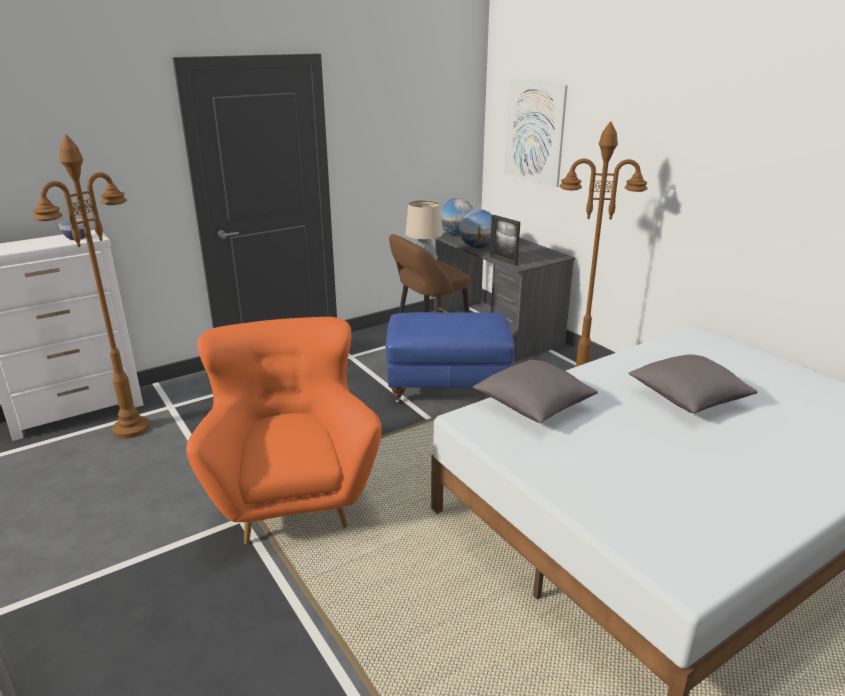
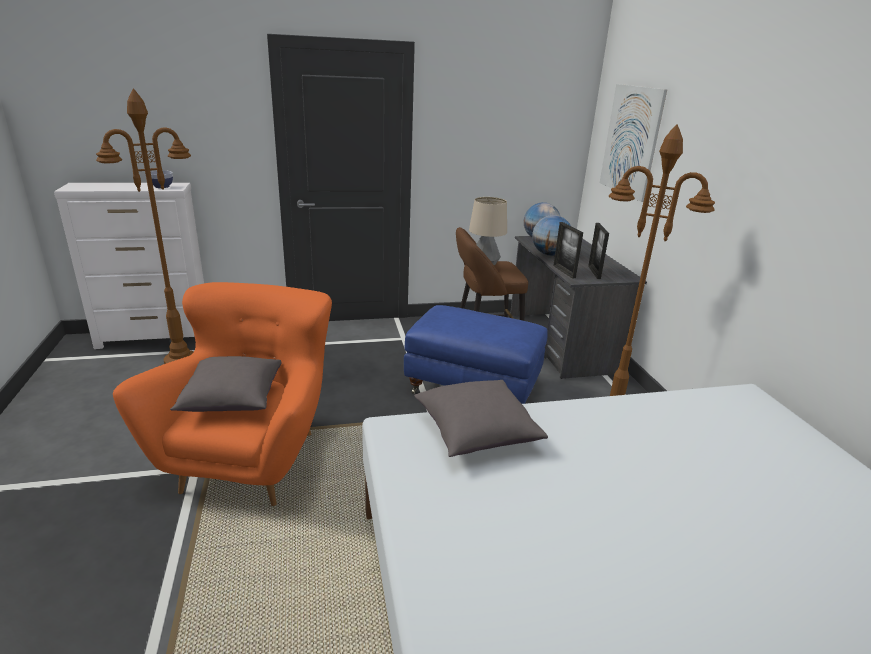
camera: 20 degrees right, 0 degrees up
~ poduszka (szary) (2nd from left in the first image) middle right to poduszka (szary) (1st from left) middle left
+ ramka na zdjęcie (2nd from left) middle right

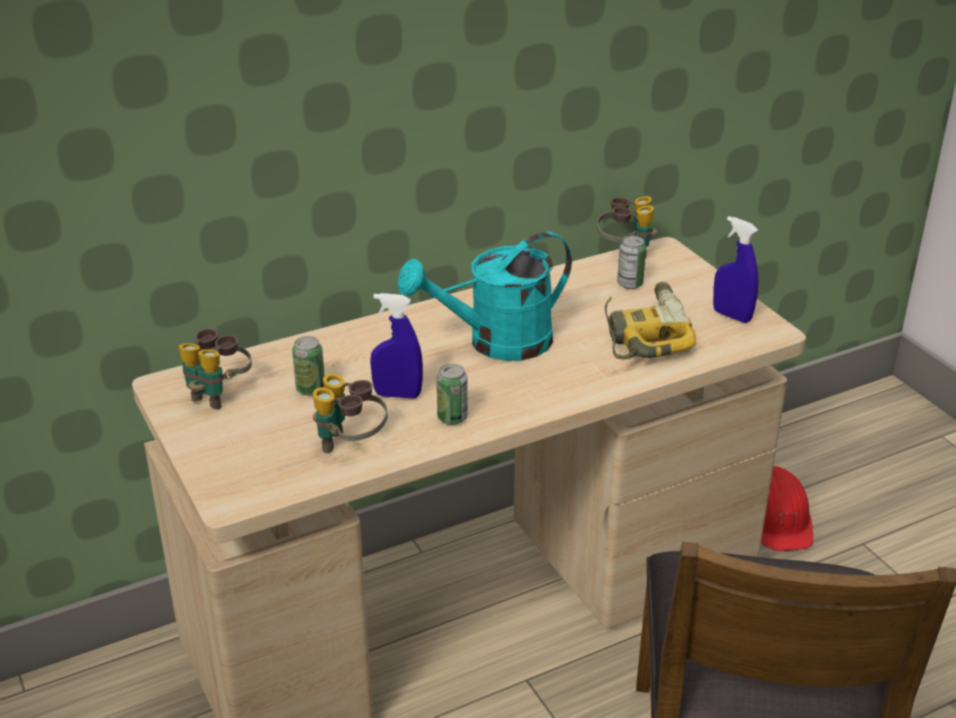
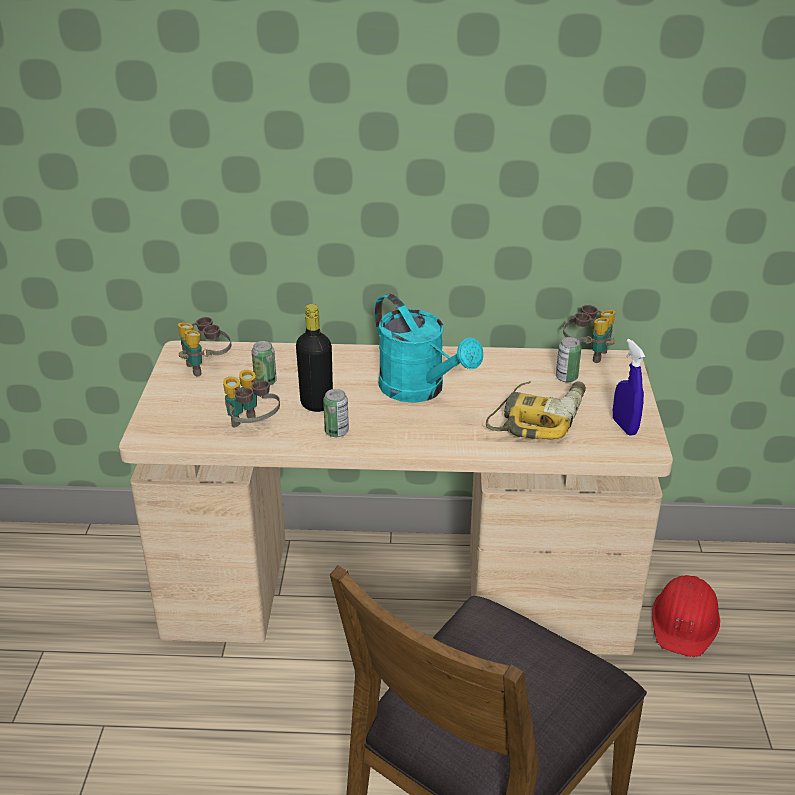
camera: 30 degrees right, 0 degrees up
~ spryskiwacz (niebieski) (1st from left) centre to butelka (czarny) centre
~ konewka (turkusowy) centre = centre 135 degrees counterclockwise

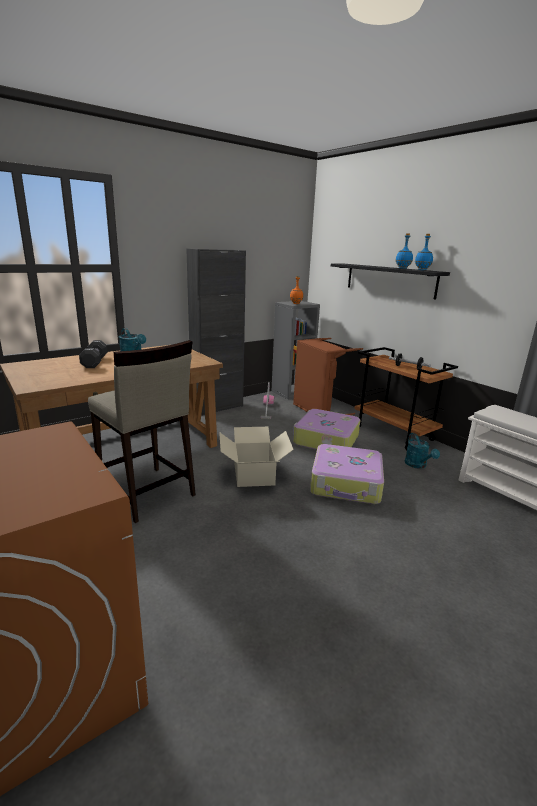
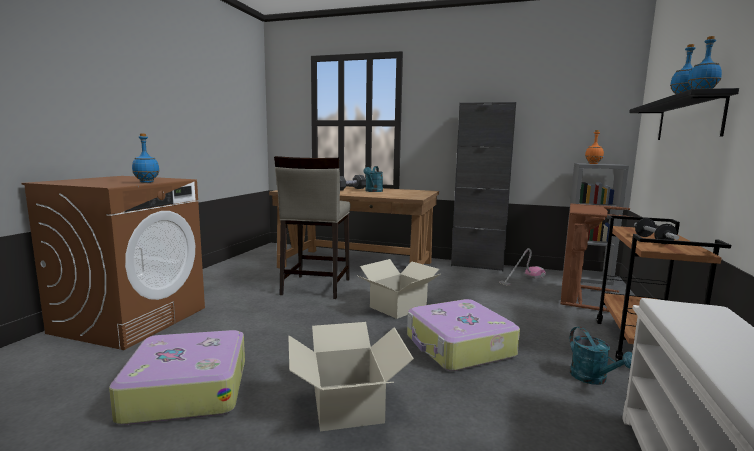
camera: 55 degrees right, 10 degrees down
~ walizka (1st from left) centre to bottom left
~ konewka (turkusowy) (2nd from left) middle right = bottom right 60 degrees counterclockwise
+ butelka (niebieski) (1st from left) middle left
+ karton (1st from left) bottom centre

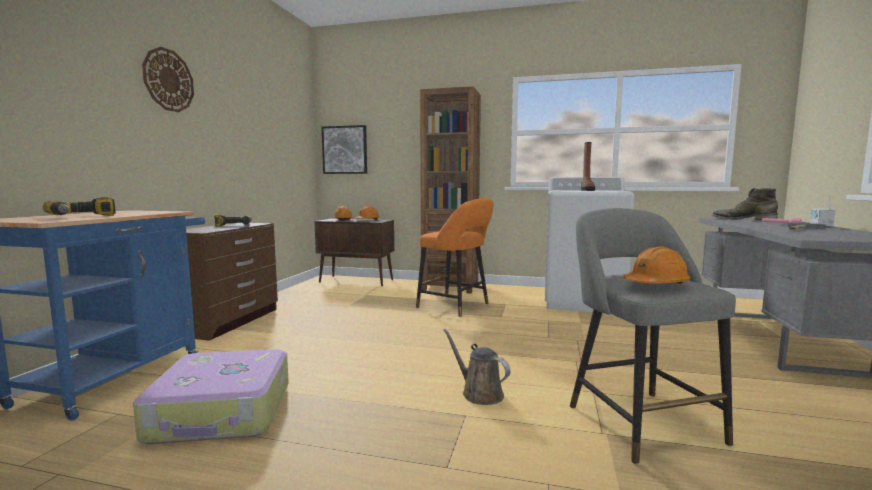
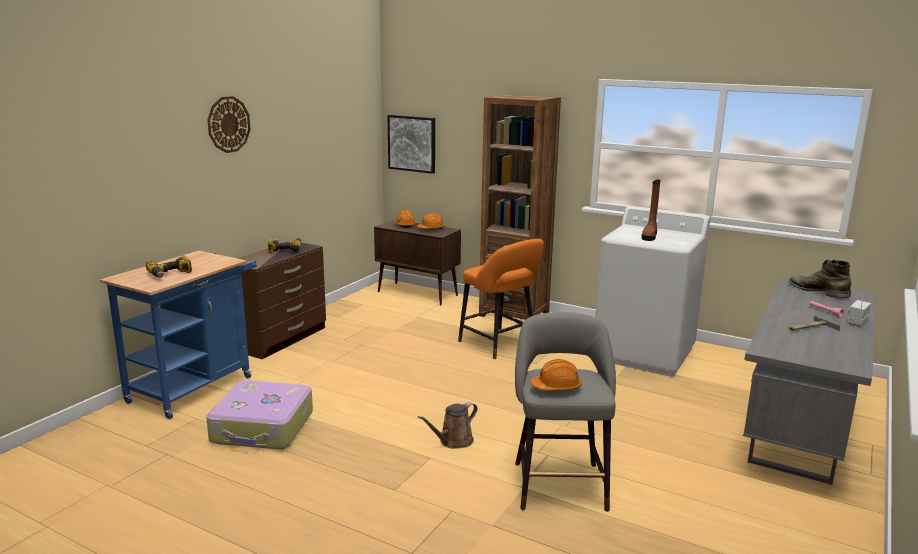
camera: 15 degrees right, 10 degrees up
~ konewka (brązowy) bottom centre = bottom centre 105 degrees counterclockwise

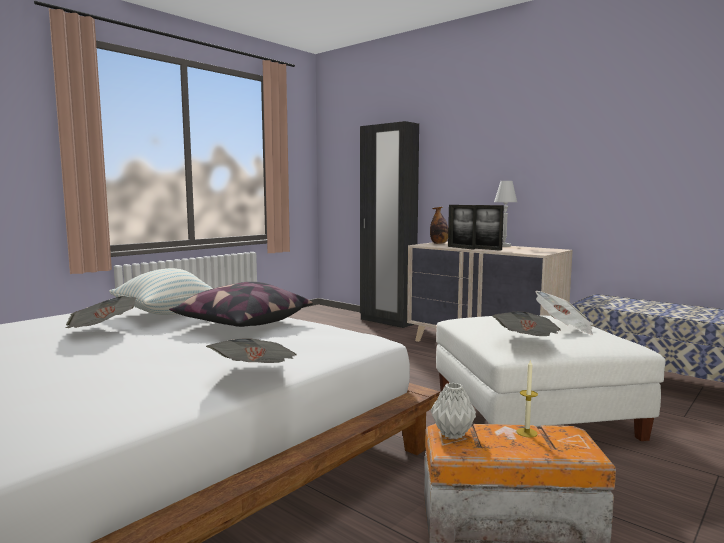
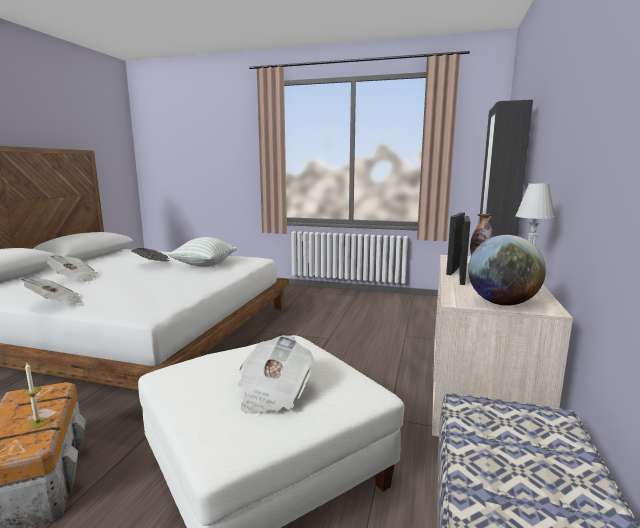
camera: 65 degrees right, 5 degrees up
- poduszka (2nd from left) middle left
- wazon (szary) bottom centre
~ gazeta (3rd from left in the first image) middle right to gazeta (2nd from left) middle left
+ globus middle right

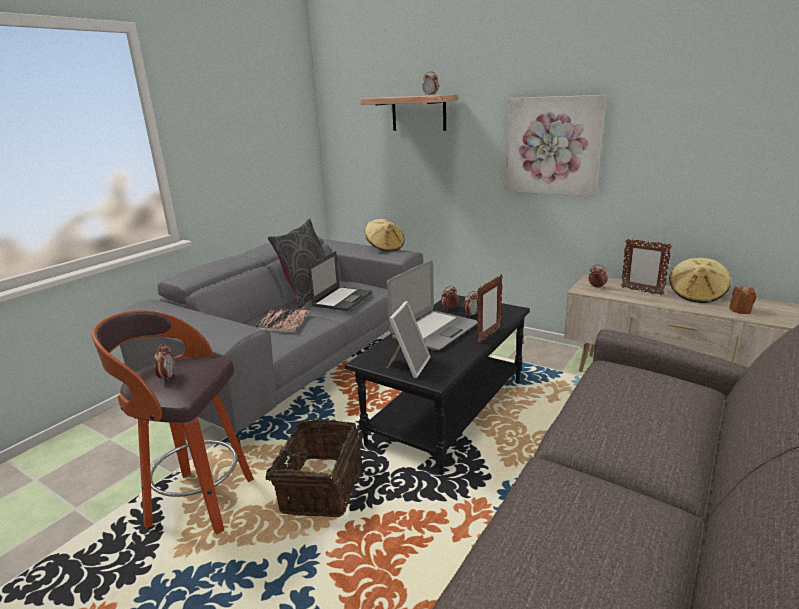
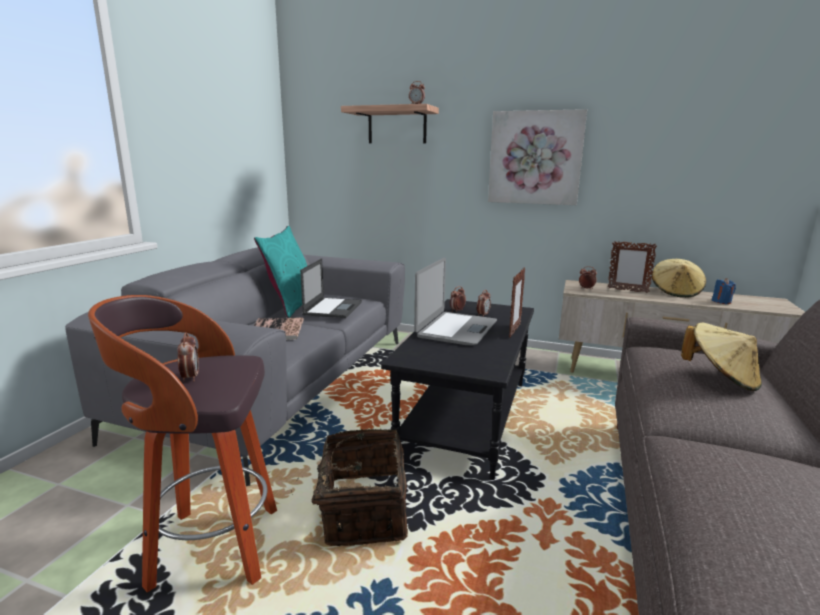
camera: 15 degrees left, 5 degrees down
~ poduszka (szary) centre to poduszka (turkusowy) centre
~ kapelusz (beżowy) (1st from left in the first image) centre to kapelusz (beżowy) (2nd from left) middle right
- ramka na zdjęcie (1st from left) centre
~ świeca (brązowy) middle right to świeca (niebieski) middle right

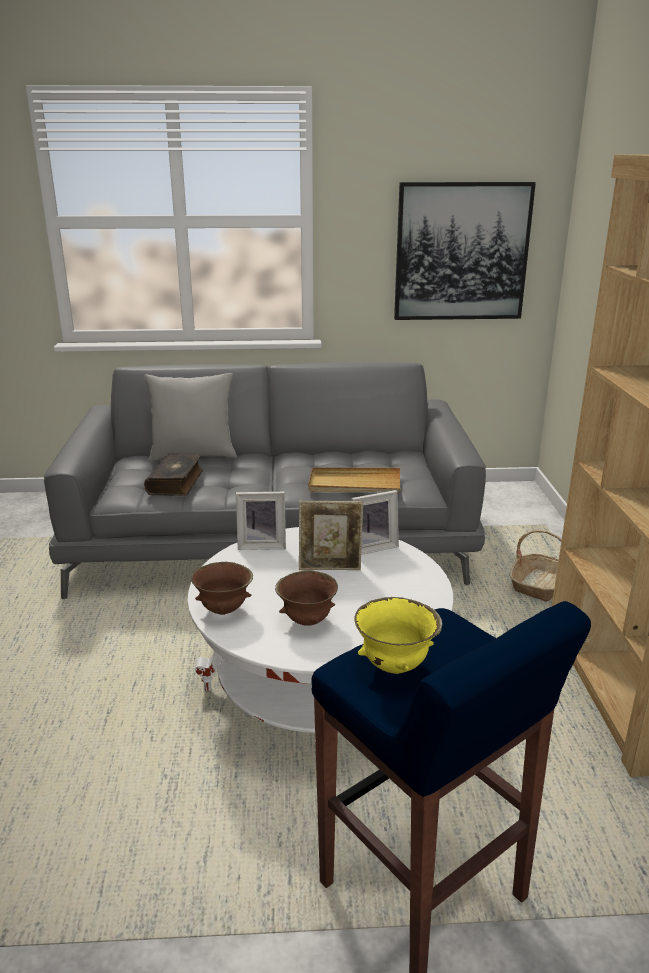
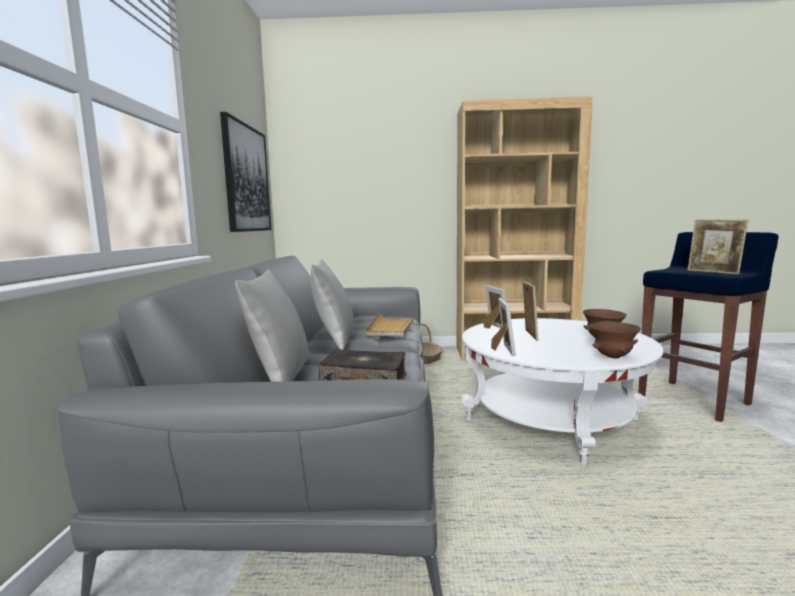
camera: 85 degrees left, 15 degrees down
~ miska (żółty) centre to ramka na zdjęcie (4th from left) middle right
+ poduszka (szary) (2nd from left) centre

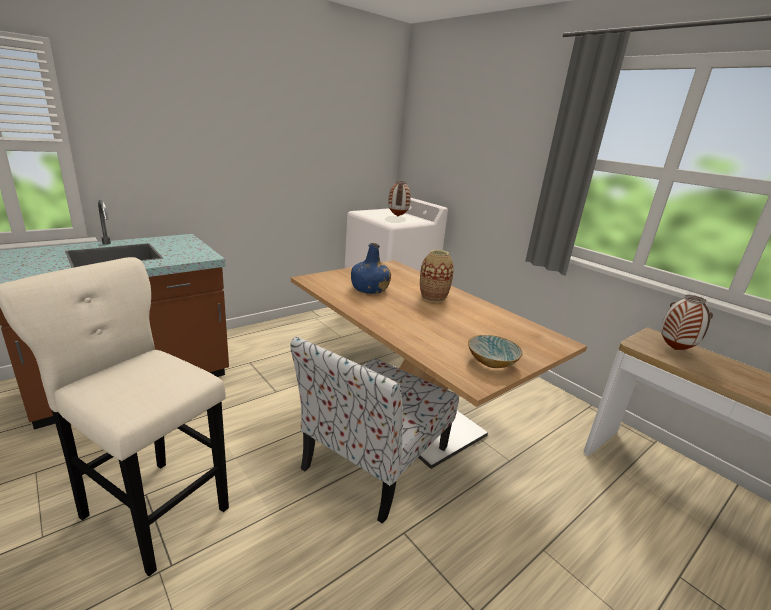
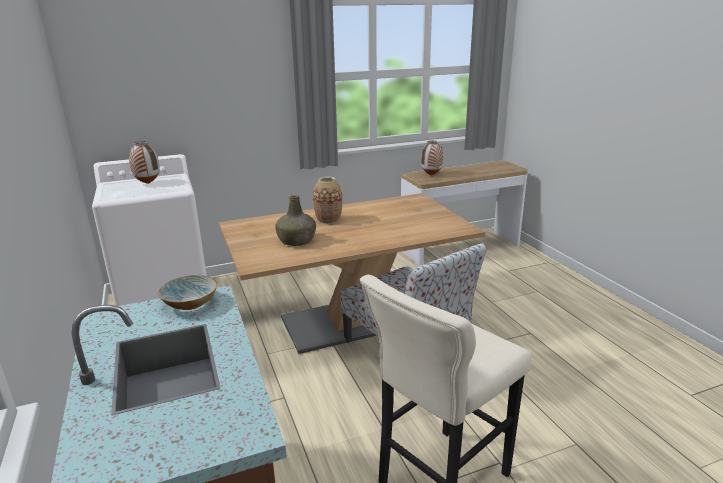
camera: 70 degrees left, 0 degrees up
~ butelka (niebieski) centre to butelka (zielony) centre
~ miska centre to middle left

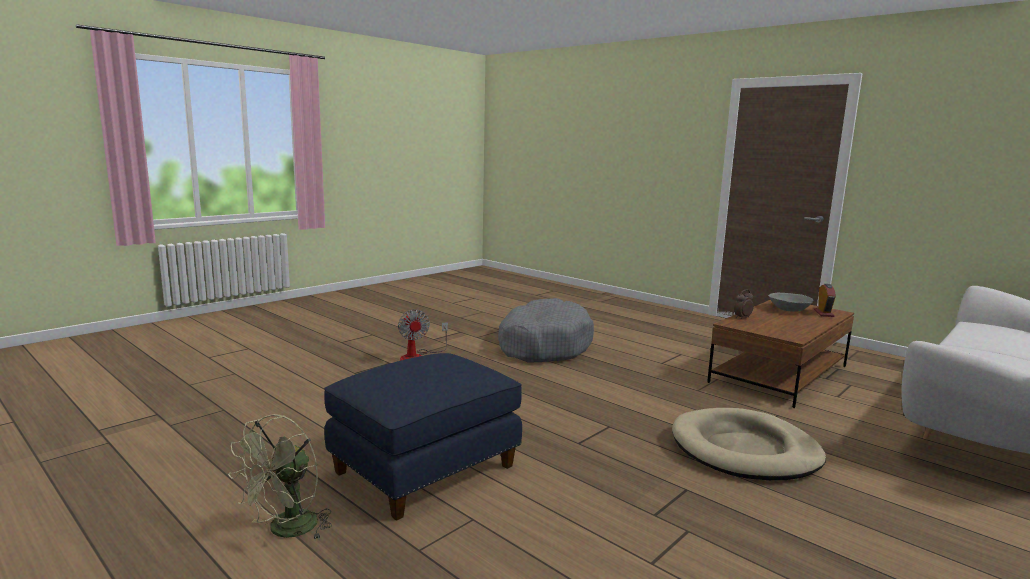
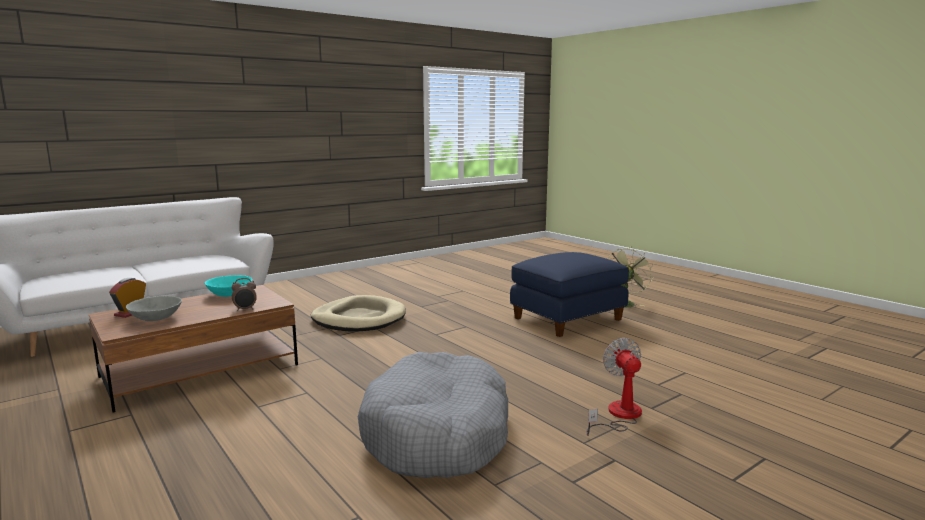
camera: 170 degrees left, 0 degrees up
+ miska (turkusowy) middle left

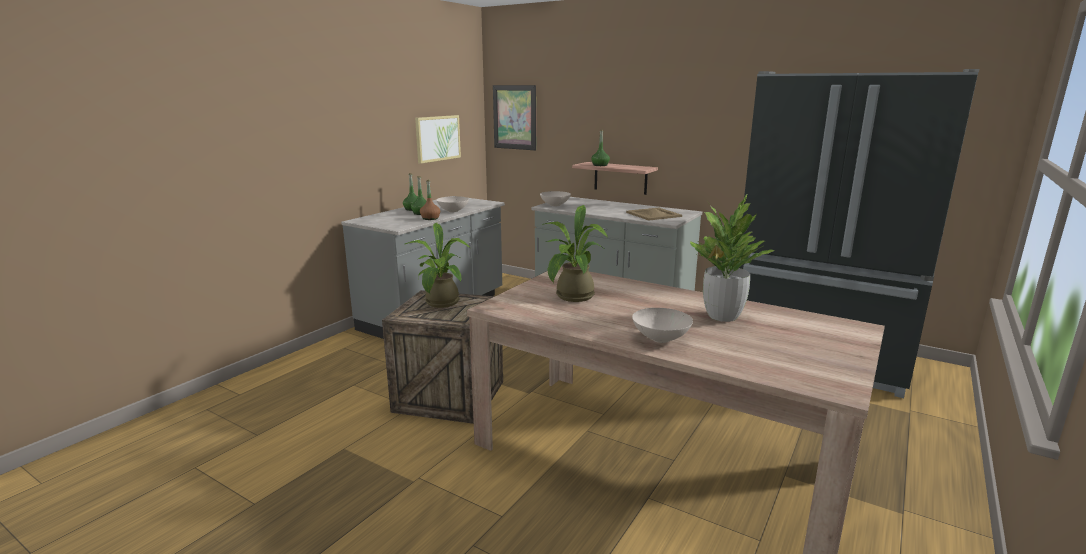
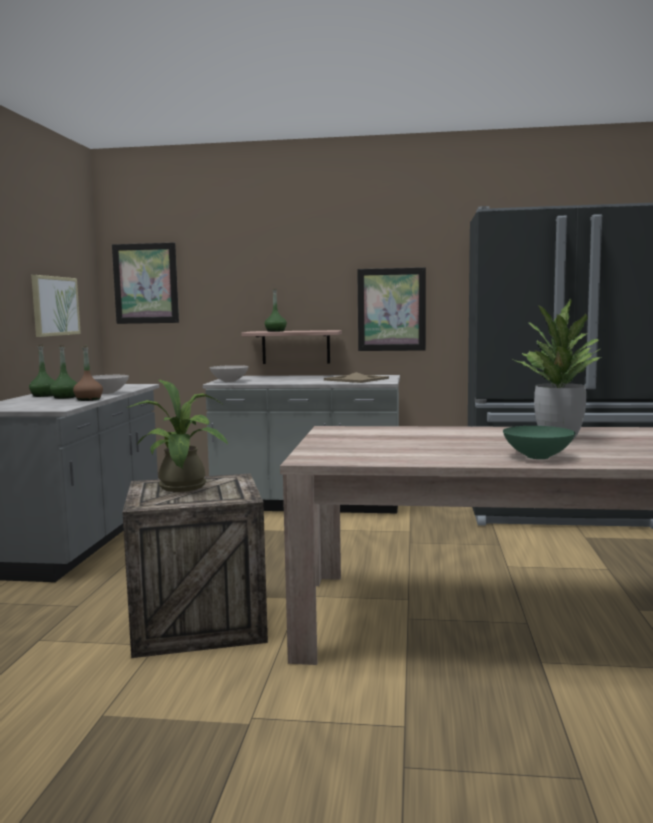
camera: 25 degrees left, 10 degrees down
- roślina doniczkowa (2nd from left) centre
~ miska (biały) (3rd from left) centre to miska (zielony) middle right
+ obraz (3rd from left) centre

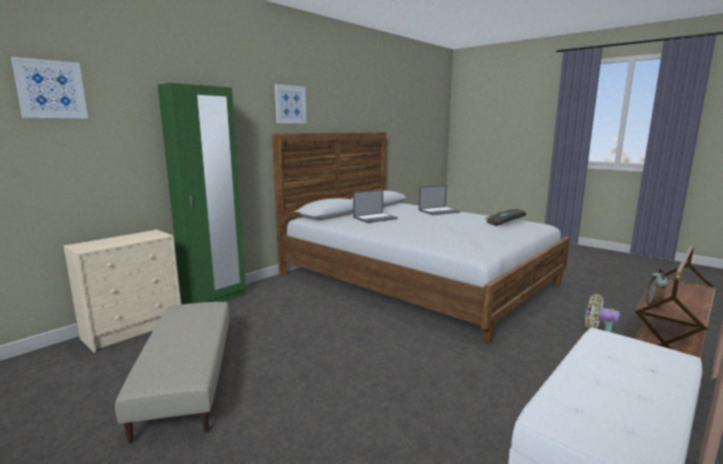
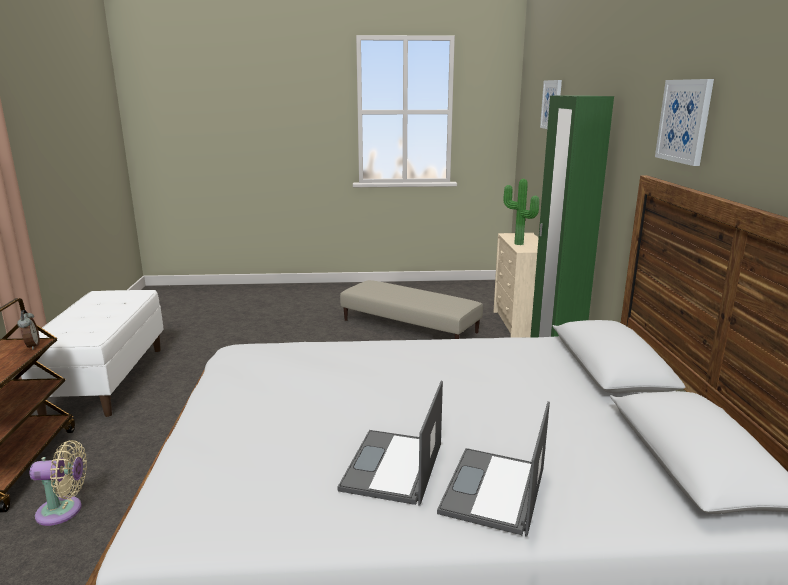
camera: 135 degrees right, 5 degrees up
~ laptop (1st from left) centre to bottom centre
- książka (czarny) middle right
+ roślina doniczkowa centre

